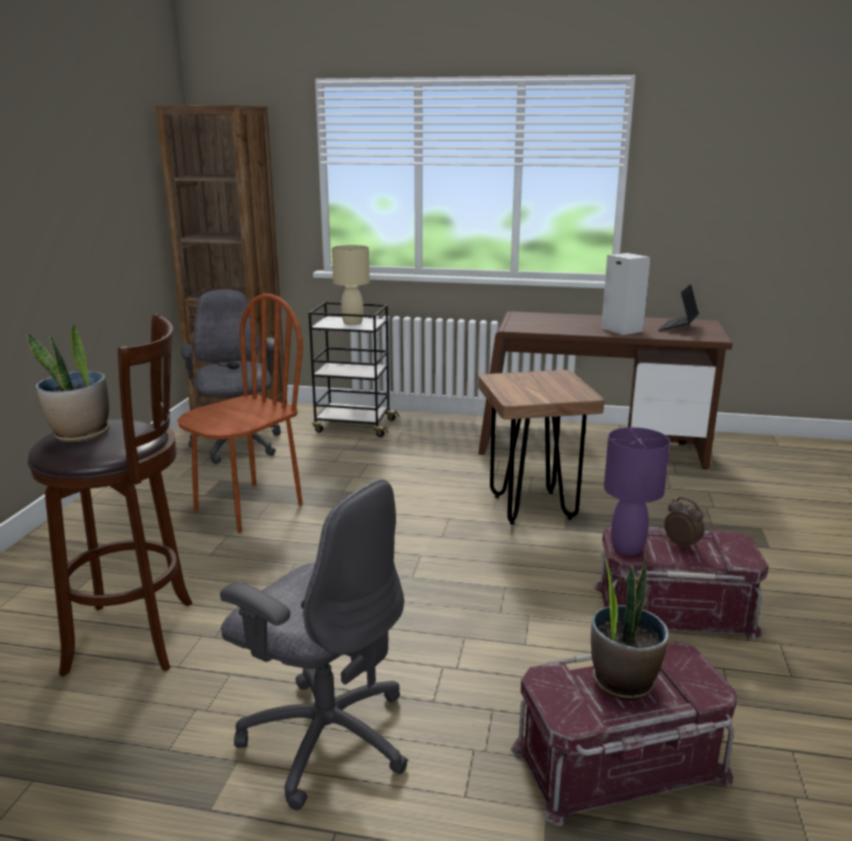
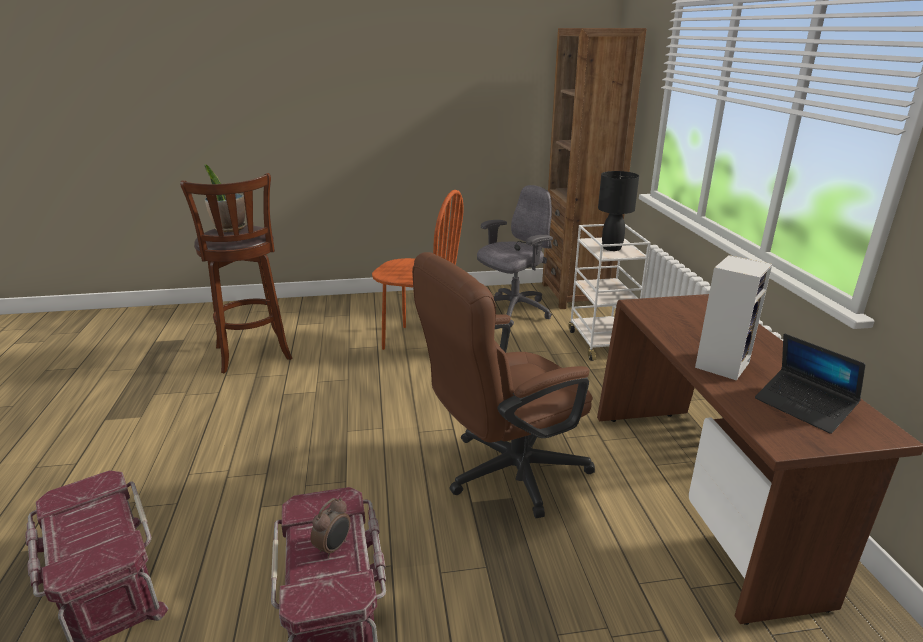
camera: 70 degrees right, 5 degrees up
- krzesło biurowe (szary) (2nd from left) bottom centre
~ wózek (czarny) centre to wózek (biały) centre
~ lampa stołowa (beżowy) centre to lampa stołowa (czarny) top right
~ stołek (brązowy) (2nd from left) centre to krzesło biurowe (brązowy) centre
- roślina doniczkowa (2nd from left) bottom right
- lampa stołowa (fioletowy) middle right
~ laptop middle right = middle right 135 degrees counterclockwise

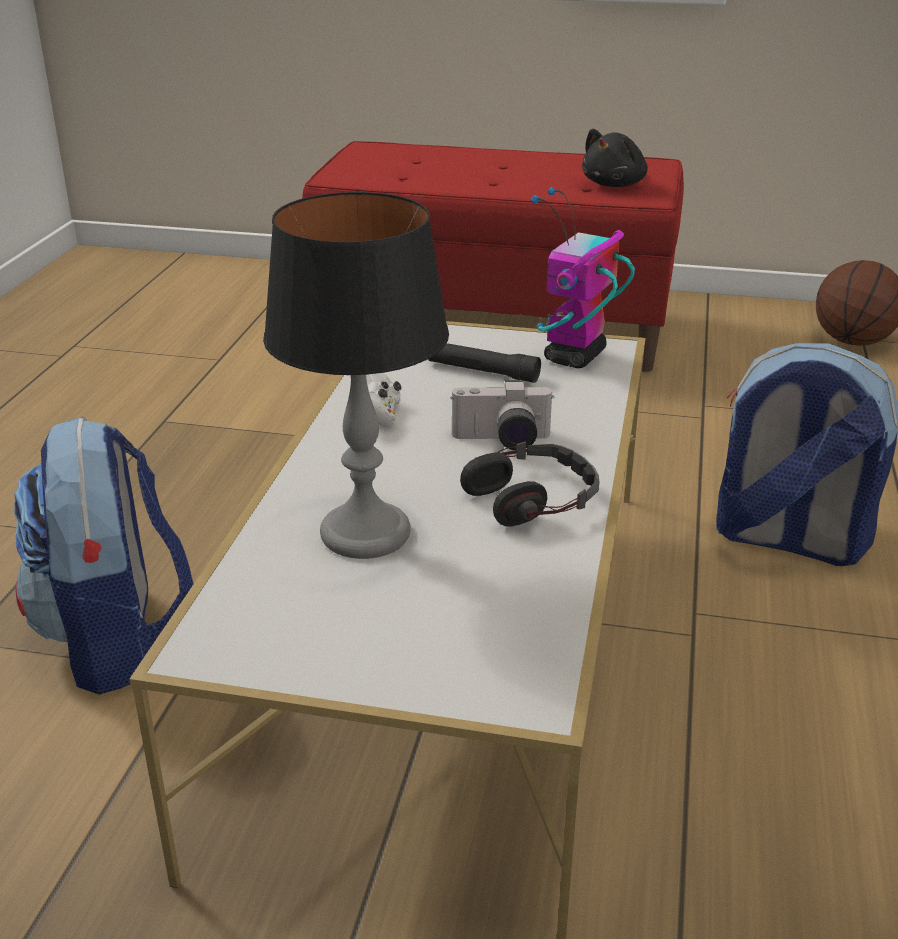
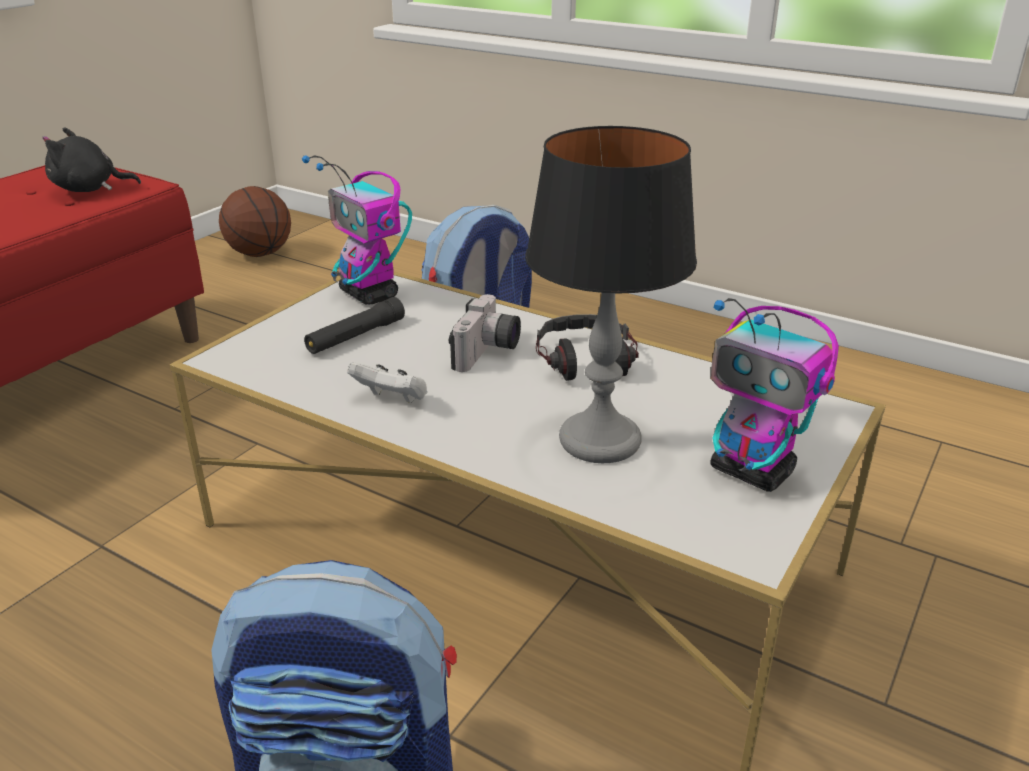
camera: 70 degrees left, 0 degrees up
~ pluszak (czarny) top right = top left 120 degrees clockwise
+ robot zabawkowy (2nd from left) middle right

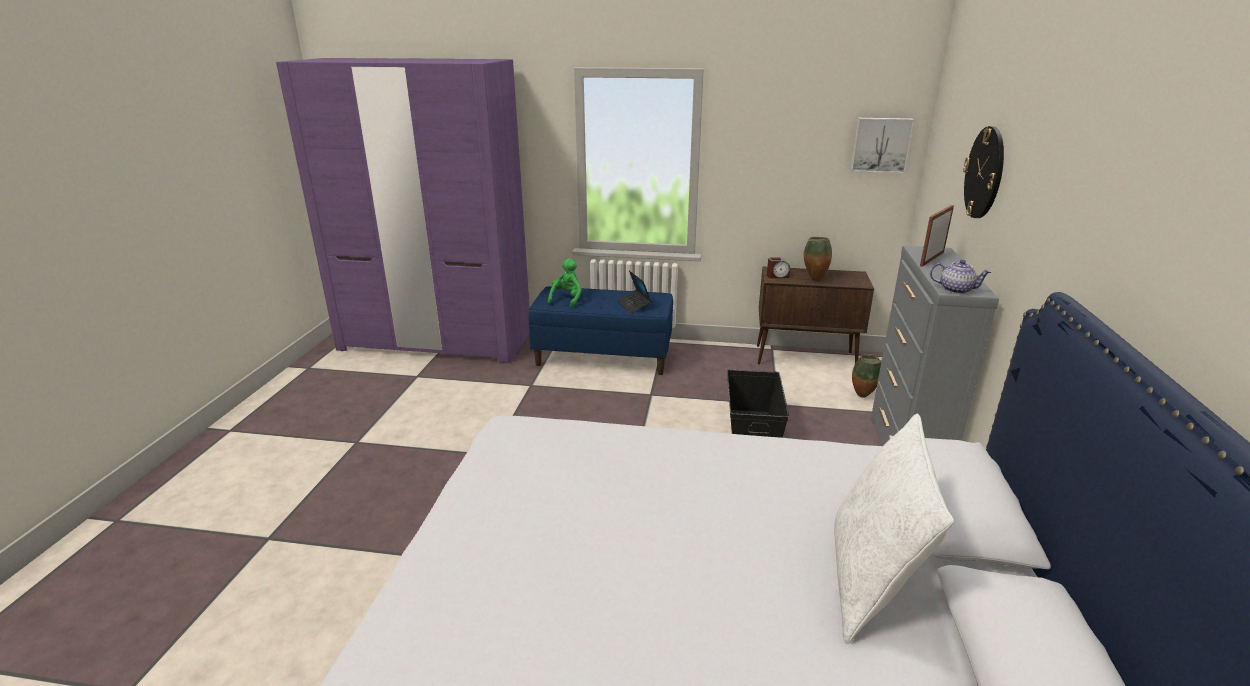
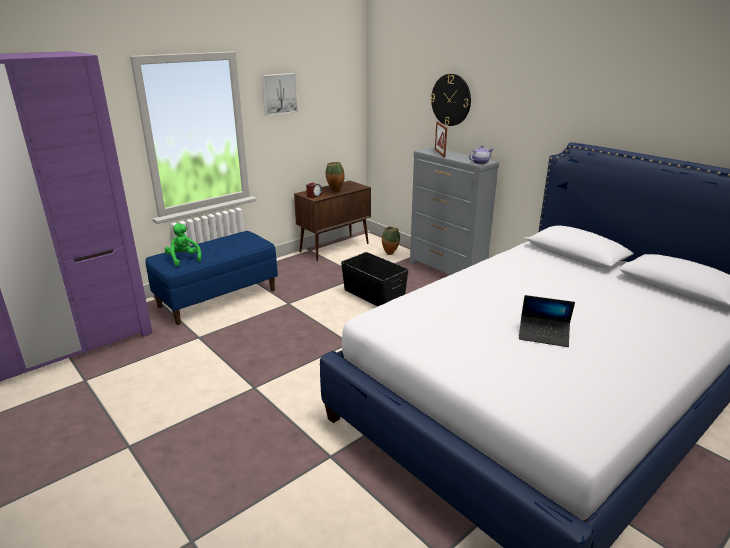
camera: 50 degrees left, 0 degrees up
~ laptop centre to middle right
- poduszka (biały) bottom right
~ obraz top right to top centre

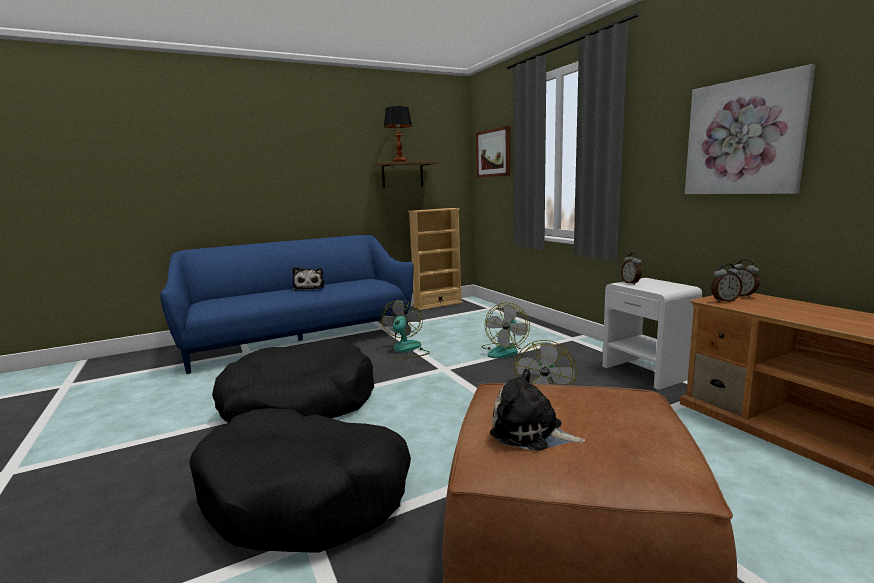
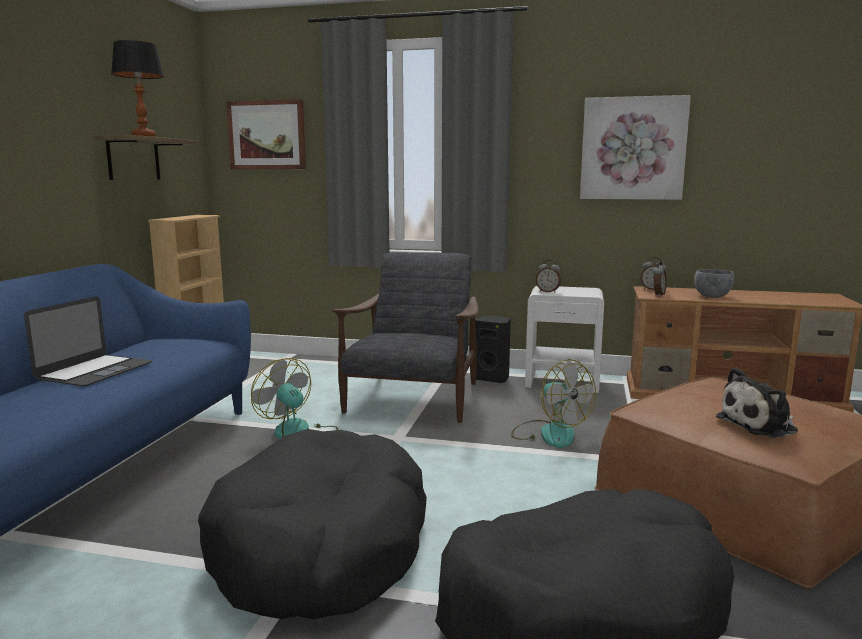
camera: 50 degrees left, 0 degrees up
~ pluszak (1st from left) centre to laptop middle left
~ wentylator (2nd from left) centre to fotel (szary) centre
+ głośnik (czarny) centre
+ miska (szary) middle right

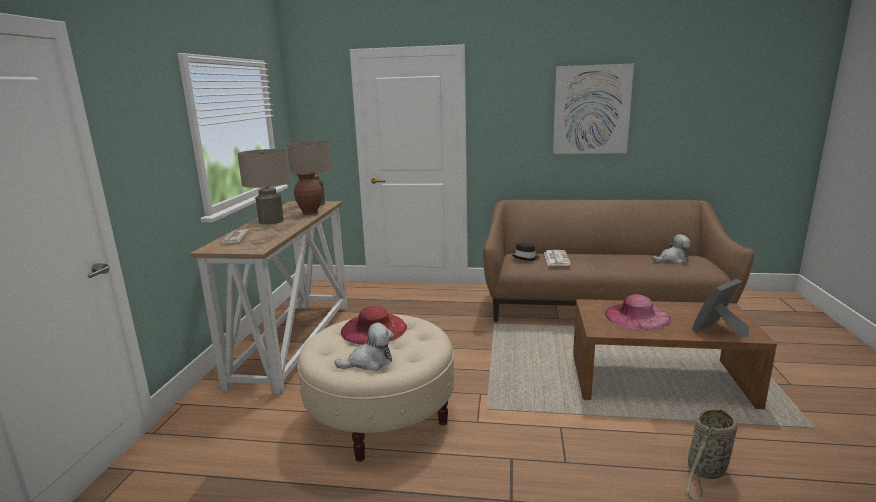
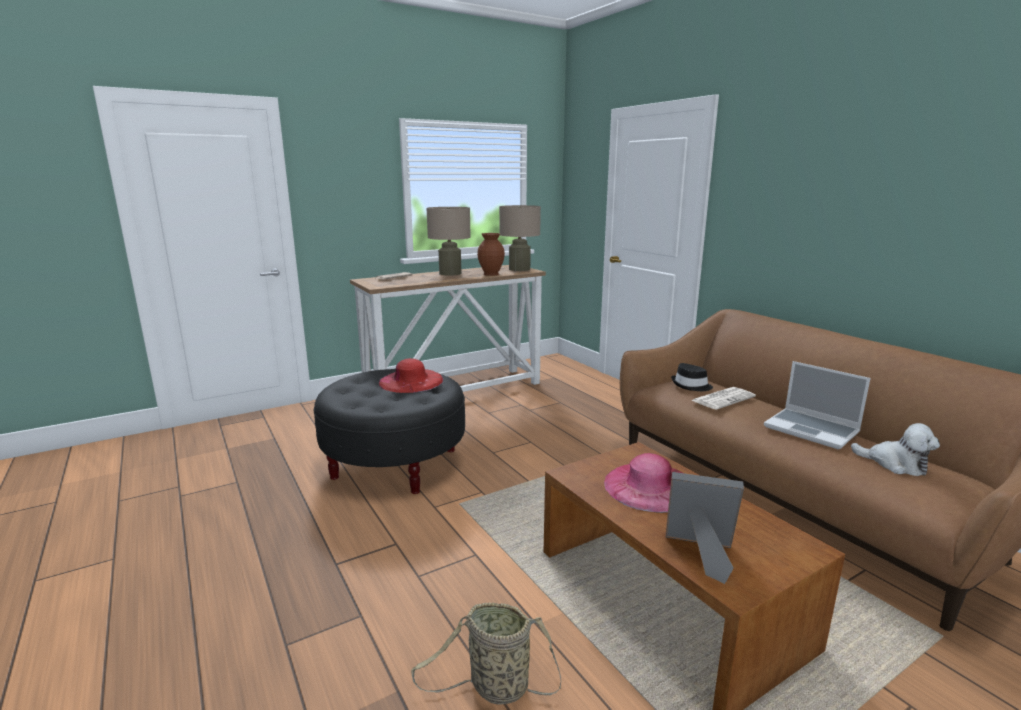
camera: 50 degrees right, 0 degrees up
~ pufa (beżowy) bottom centre to pufa (czarny) centre
- pluszak (1st from left) bottom centre
- obraz top right
+ laptop middle right

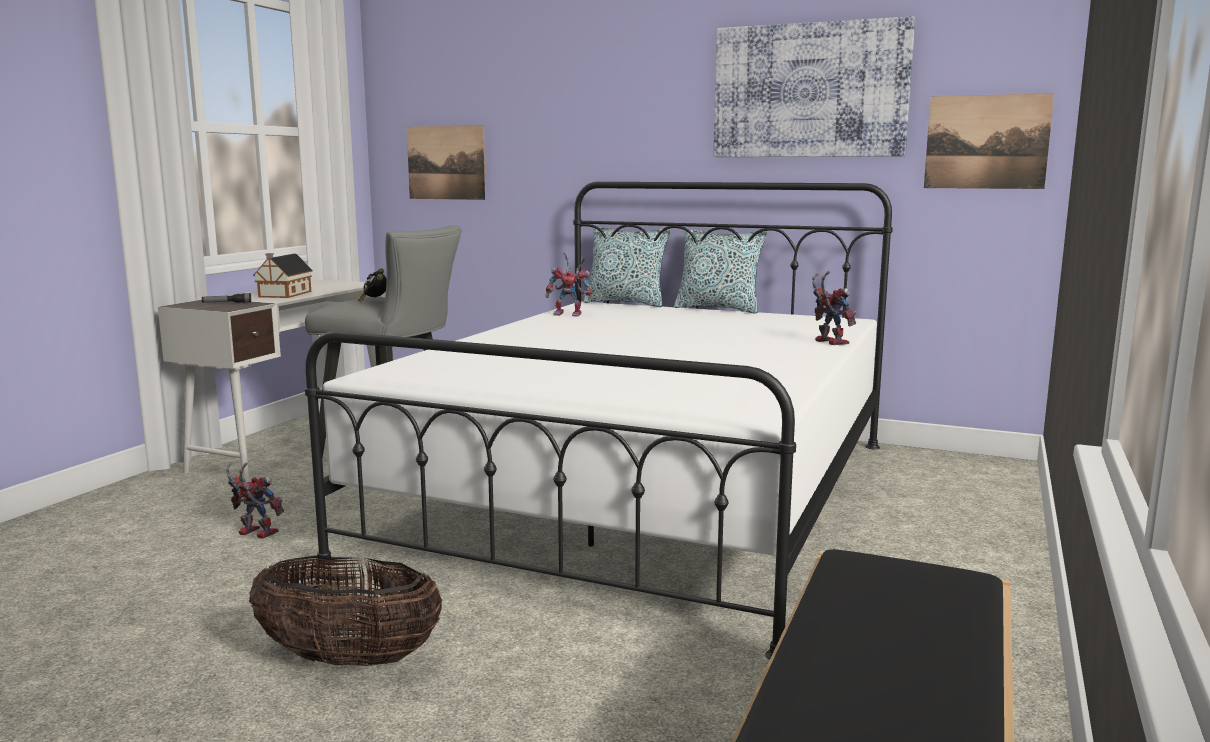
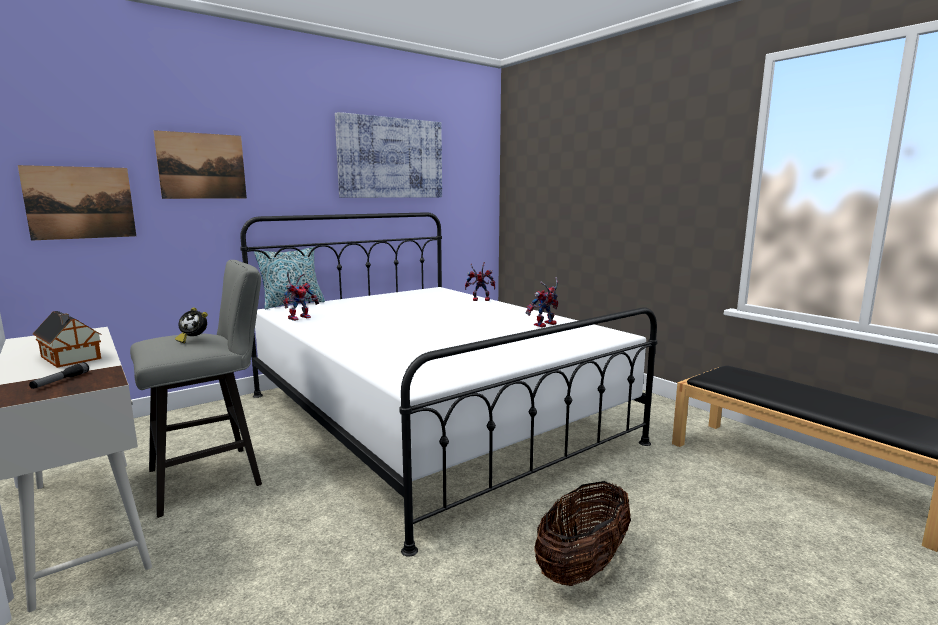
camera: 60 degrees left, 0 degrees up
~ robot zabawkowy (1st from left in the first image) bottom left to robot zabawkowy (3rd from left) centre
- poduszka (2nd from left) centre
~ obraz (3rd from left in the first image) top right to obraz (2nd from left) top left

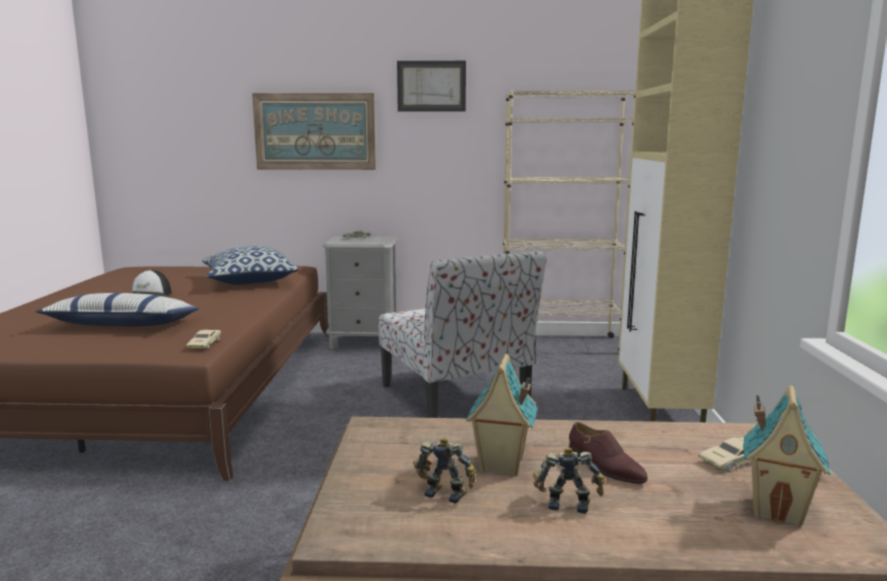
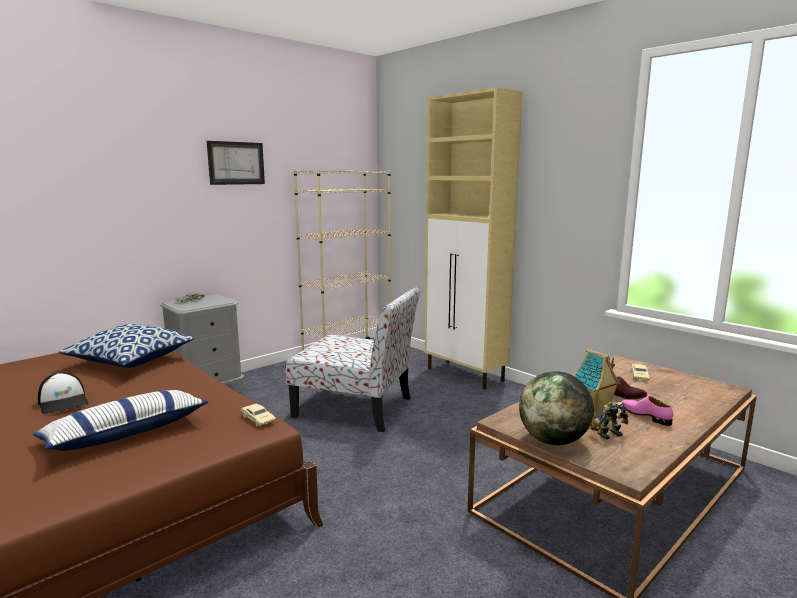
camera: 45 degrees left, 0 degrees up
- obraz (1st from left) top centre
~ robot zabawkowy (2nd from left) bottom centre to but (różowy) bottom right
- domek (2nd from left) bottom right
+ globus bottom right

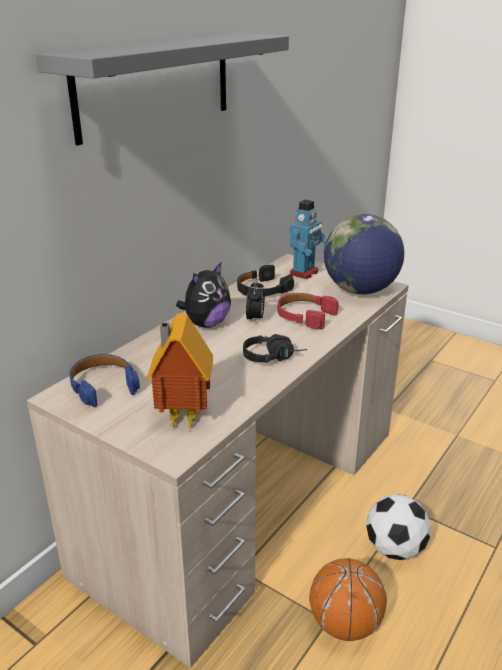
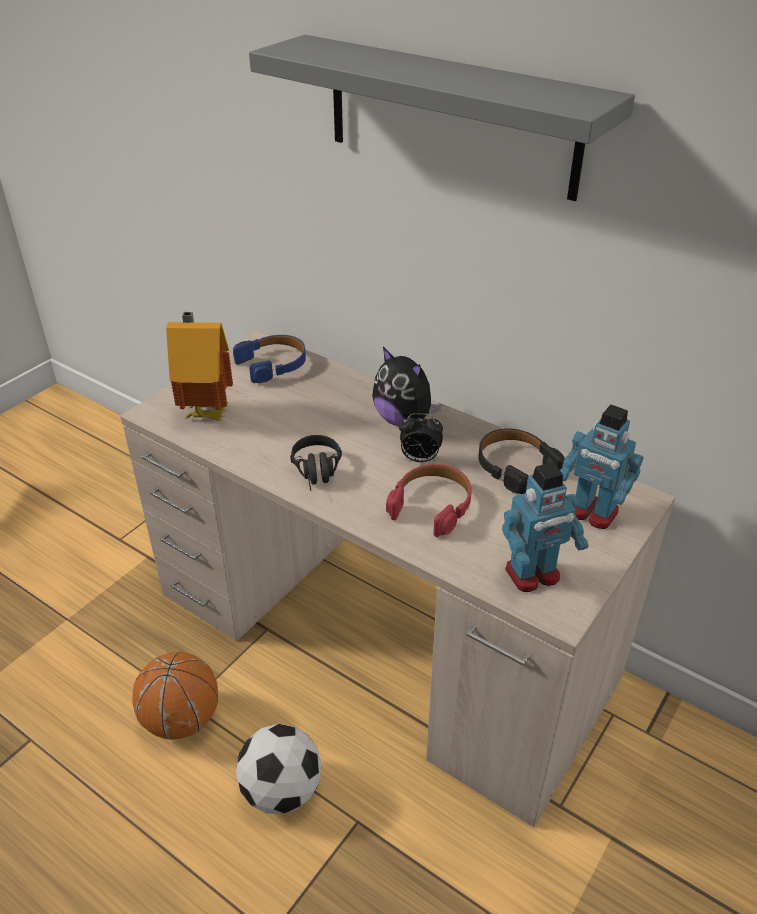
camera: 90 degrees right, 10 degrees up
~ globus middle right to robot zabawkowy (1st from left) middle right

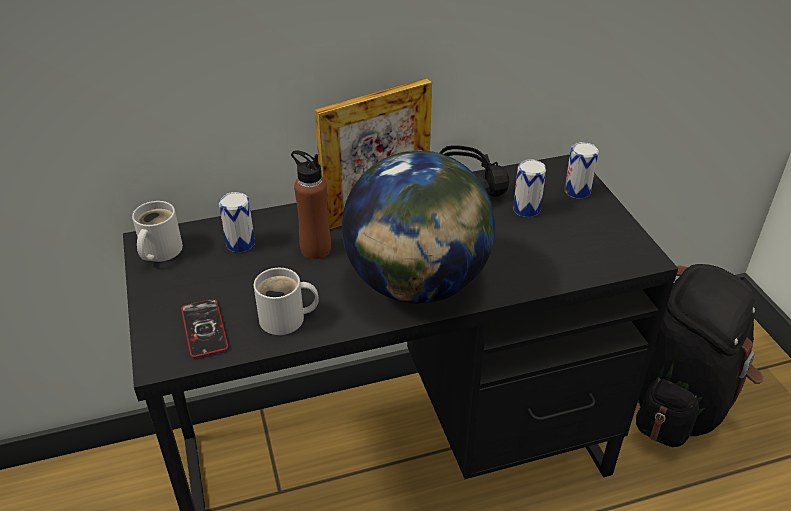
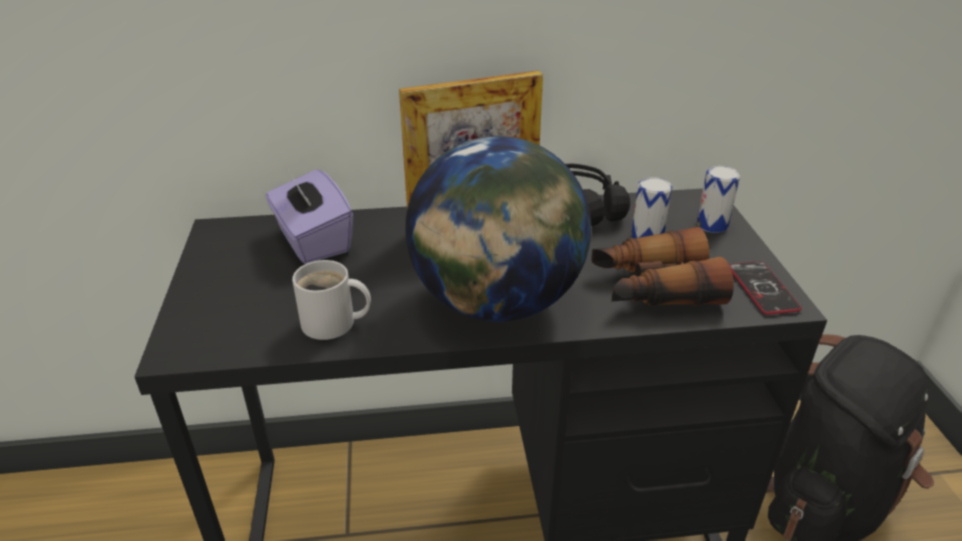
camera: 10 degrees right, 5 degrees down
- kubek (biały) (1st from left) middle left
~ telefon middle left to middle right
~ puszka (1st from left) middle left to pudełko chusteczek (fioletowy) middle left
- butelka (brązowy) centre
+ lornetka middle right

